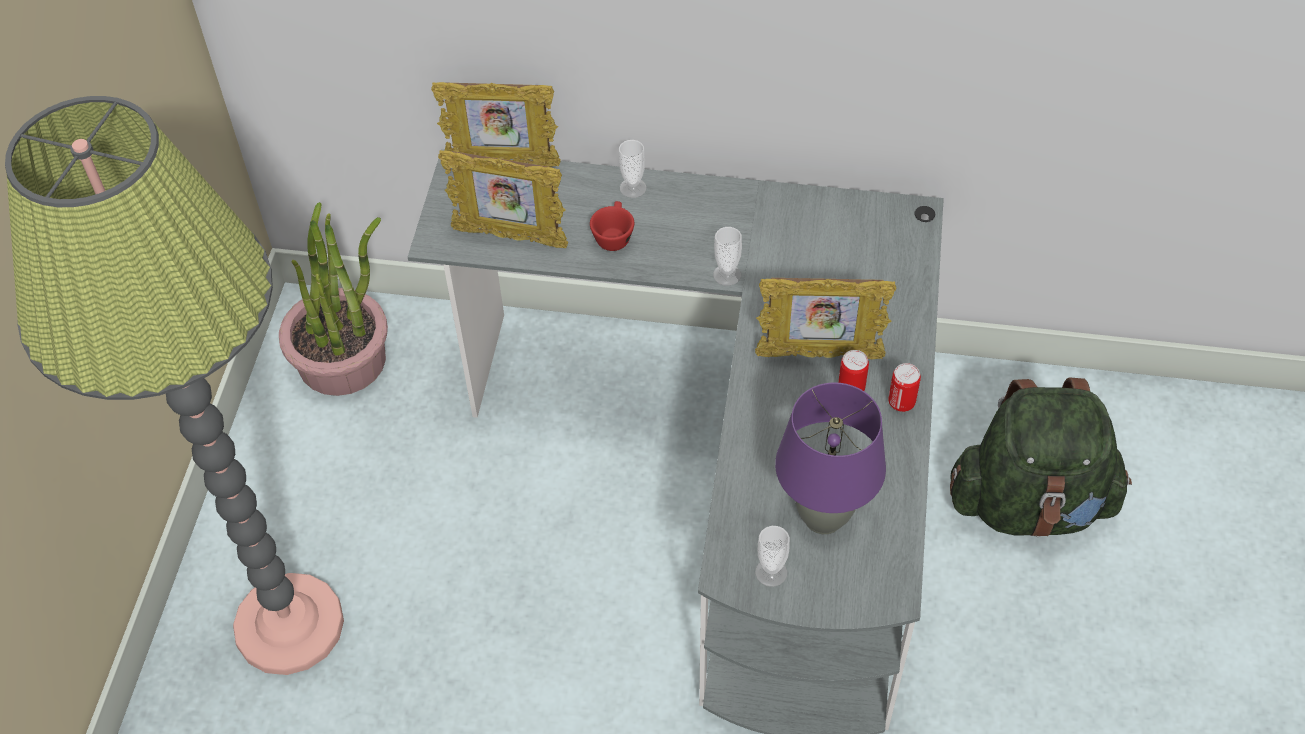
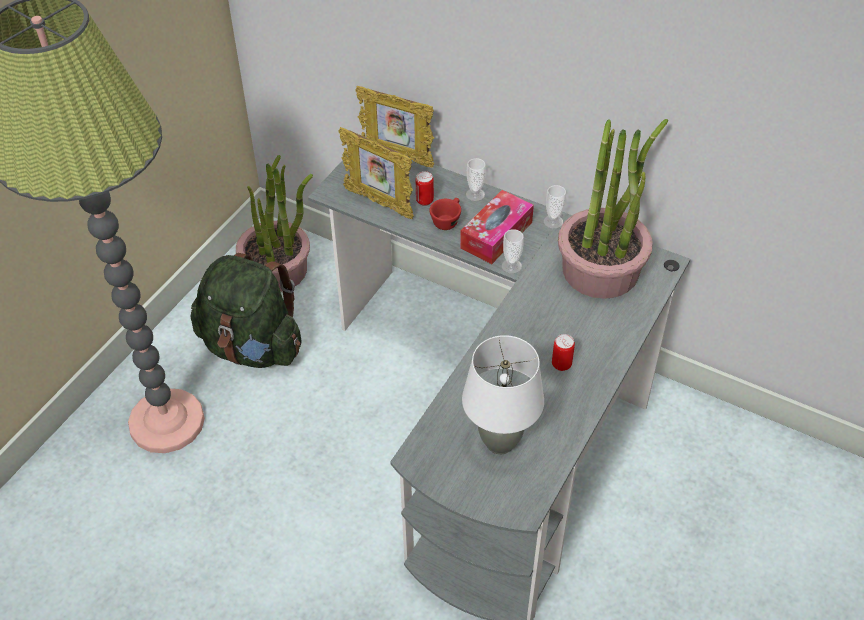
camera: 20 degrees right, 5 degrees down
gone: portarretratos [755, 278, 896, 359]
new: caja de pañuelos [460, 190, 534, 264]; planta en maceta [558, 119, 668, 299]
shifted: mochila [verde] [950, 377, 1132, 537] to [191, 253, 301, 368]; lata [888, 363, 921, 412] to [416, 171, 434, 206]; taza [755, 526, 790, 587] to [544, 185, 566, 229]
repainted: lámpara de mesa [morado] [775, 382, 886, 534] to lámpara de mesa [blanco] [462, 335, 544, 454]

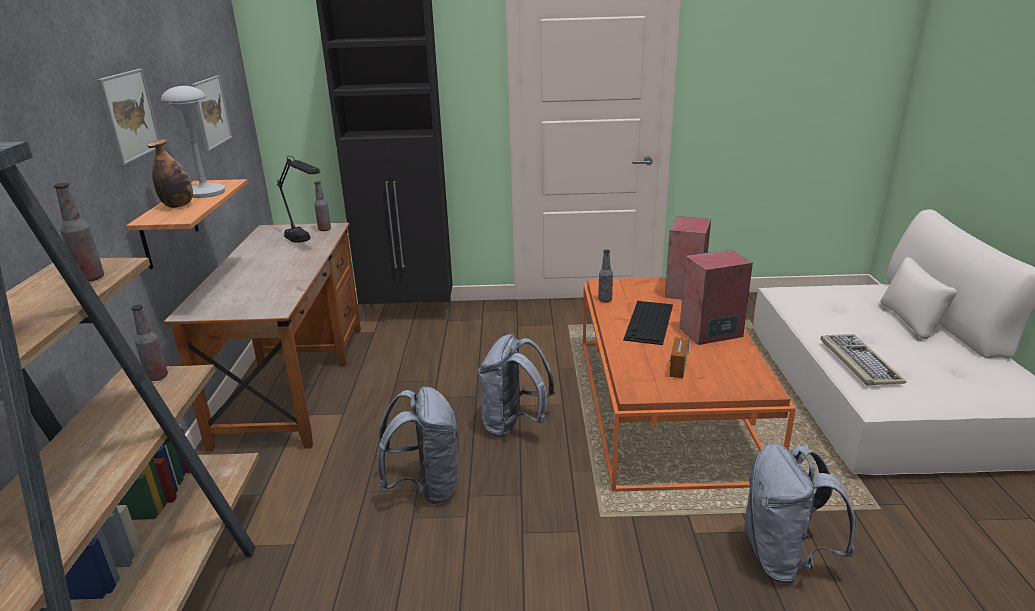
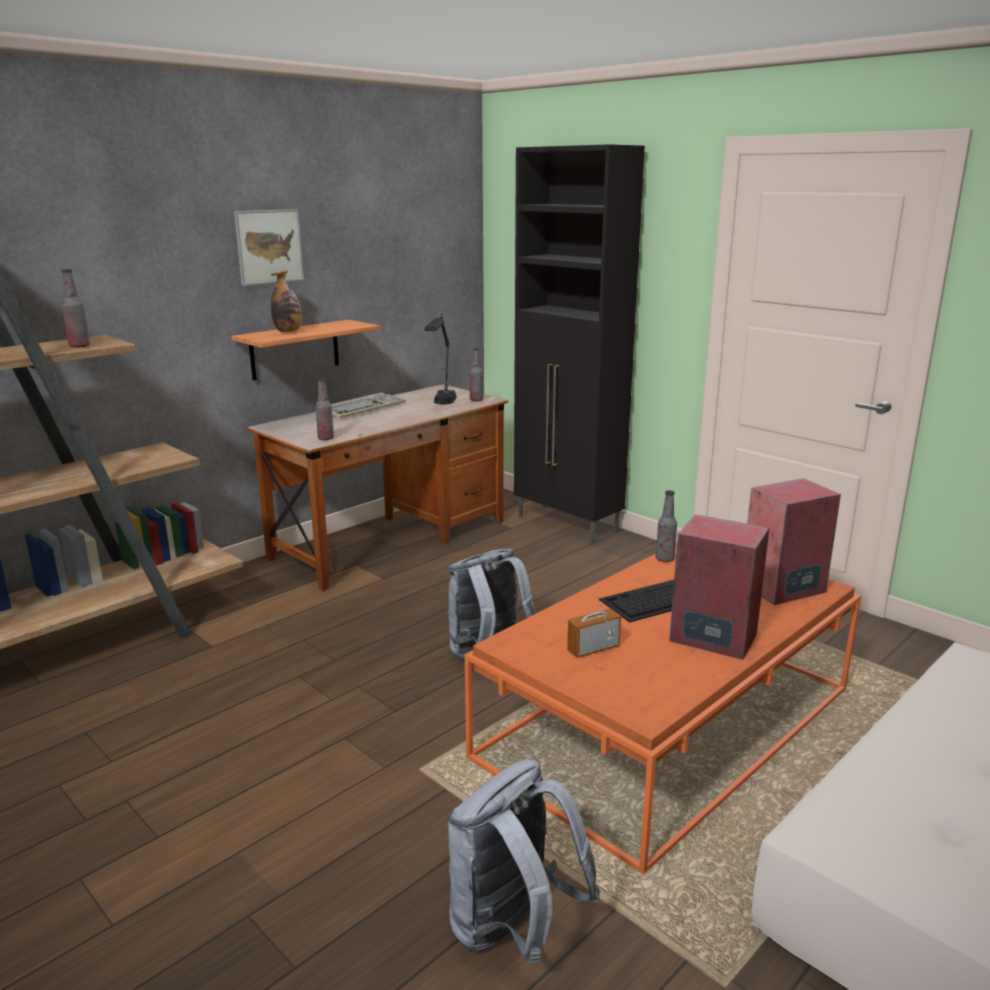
camera: 45 degrees right, 5 degrees down
gone: lámpara de mesa [gris] [161, 86, 225, 198]; cuadro [191, 75, 232, 152]; mochila [gris] [377, 387, 459, 504]
shifted: botella [131, 305, 168, 381] to [315, 378, 334, 440]; teclado [820, 334, 906, 386] to [331, 393, 406, 418]

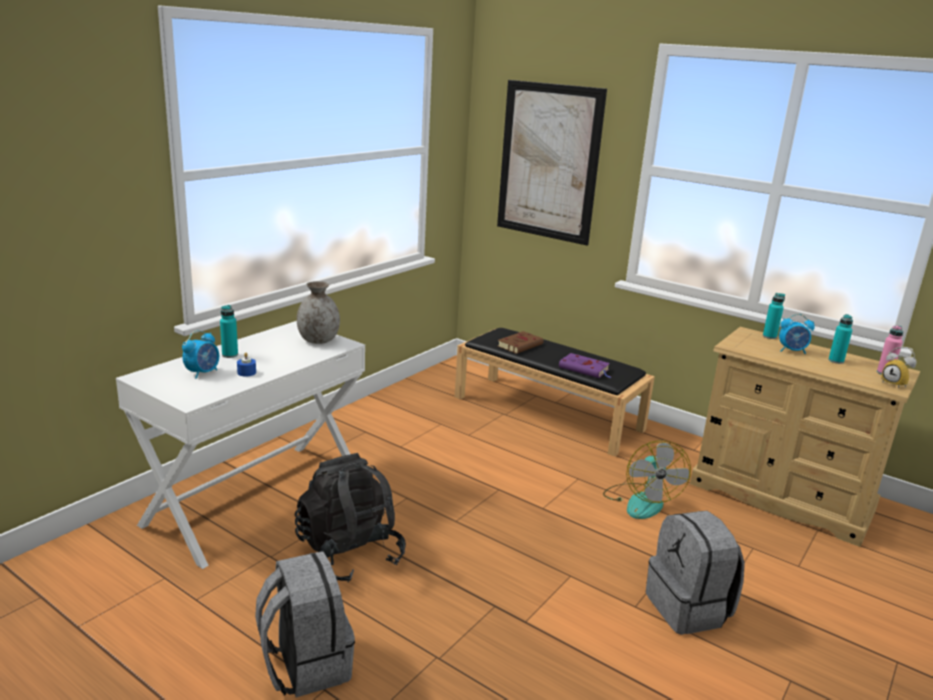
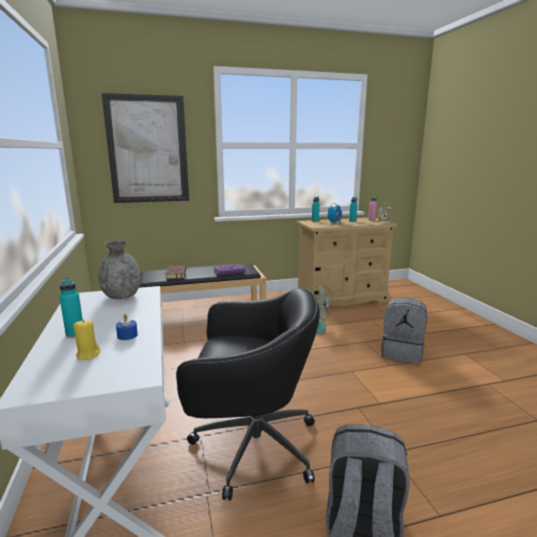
camera: 50 degrees left, 5 degrees down
swapped: despertador [182, 330, 219, 379] to vela [amarillo] [73, 320, 100, 360]; mochila [negro] [295, 453, 406, 582] to silla de oficina [negro] [176, 288, 320, 500]

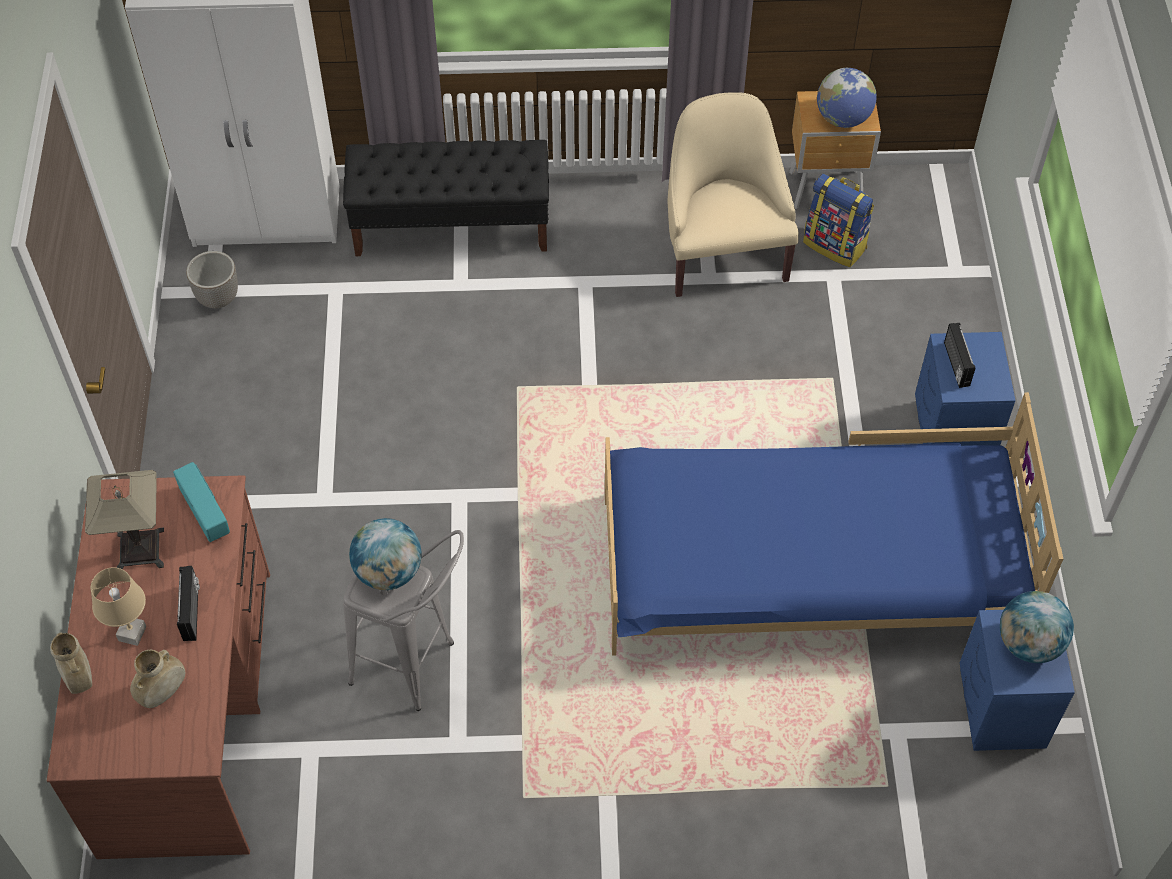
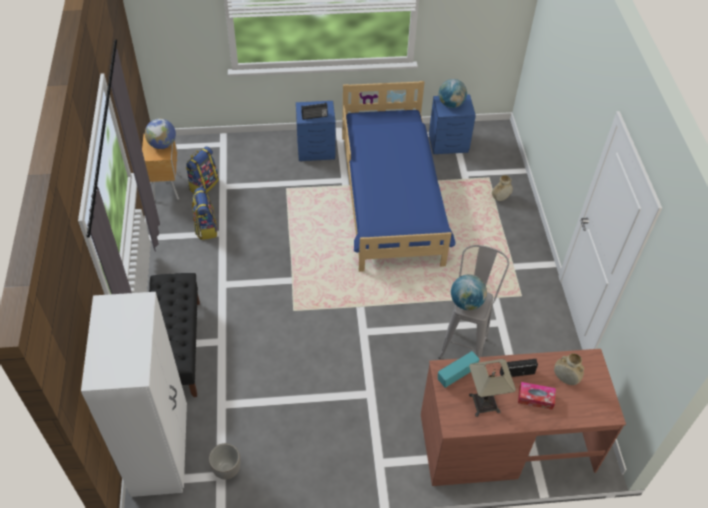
camera: 95 degrees left, 5 degrees down
shifted: florero [beis] [50, 632, 92, 694] to [492, 175, 513, 201]
swapped: sillón [beis] [667, 92, 799, 297] to mochila [192, 187, 217, 240]; lámpara de mesa [beis] [91, 567, 146, 646] to caja de pañuelos [518, 382, 556, 410]

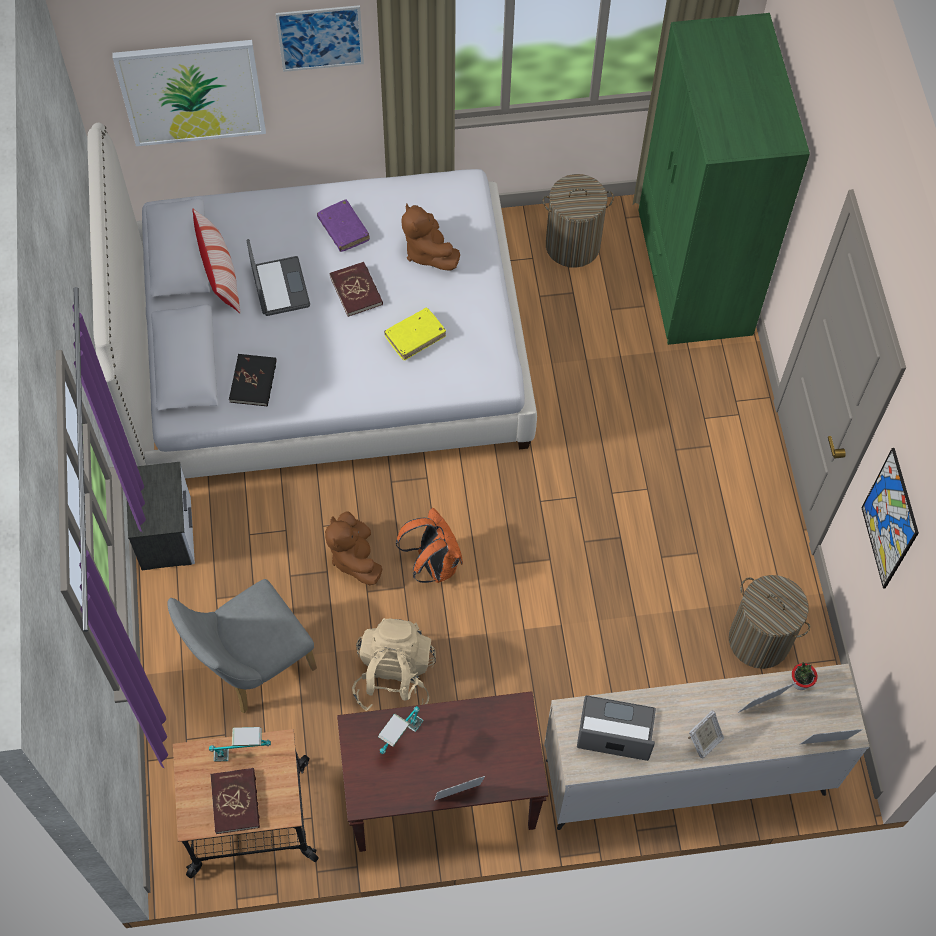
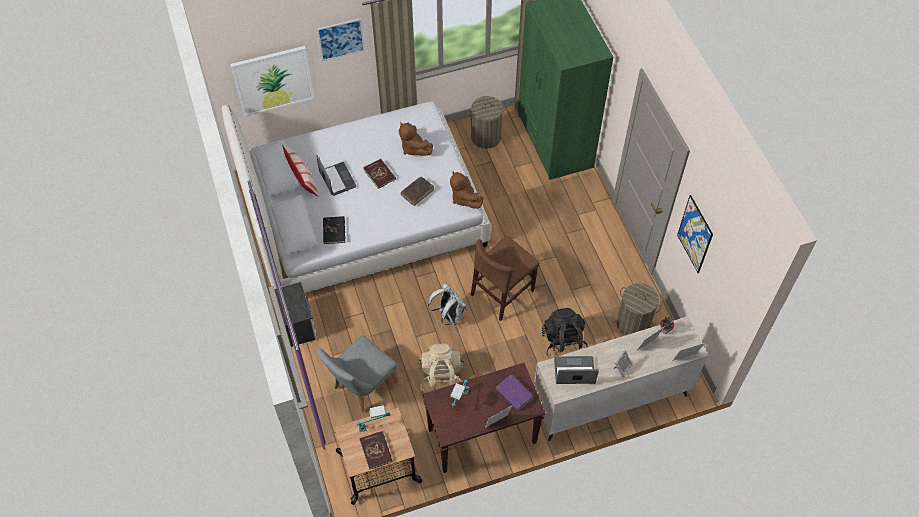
camera: 10 degrees left, 5 degrees down
new: silla [marrón] [471, 236, 540, 321]; mochila [negro] [542, 308, 588, 359]
shifted: peluche [marrón] [325, 512, 383, 585] to [450, 171, 483, 209]; libro [morado] [317, 199, 370, 252] to [496, 374, 533, 411]
repainted: libro [amarillo] [384, 308, 446, 360] to libro [marrón] [401, 176, 434, 206]; mochila [naranja] [396, 508, 463, 583] to mochila [blanco] [428, 283, 467, 325]

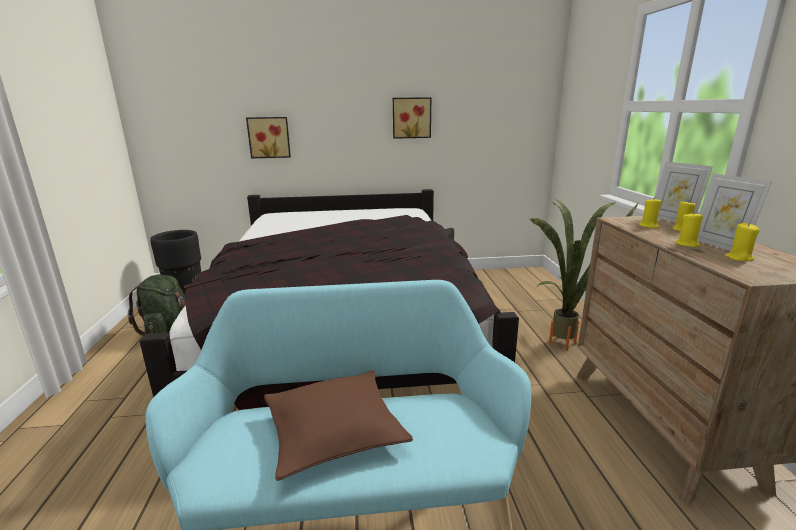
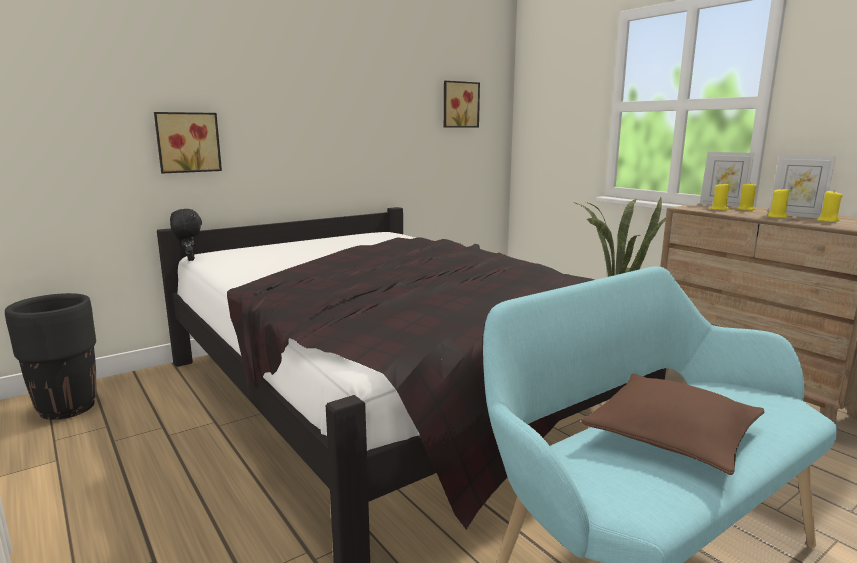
camera: 30 degrees left, 5 degrees down
gone: mochila [verde] [128, 275, 186, 336]
new: peluche [negro] [170, 209, 202, 261]
shifted: cuadro [393, 97, 431, 139] to [444, 81, 480, 127]

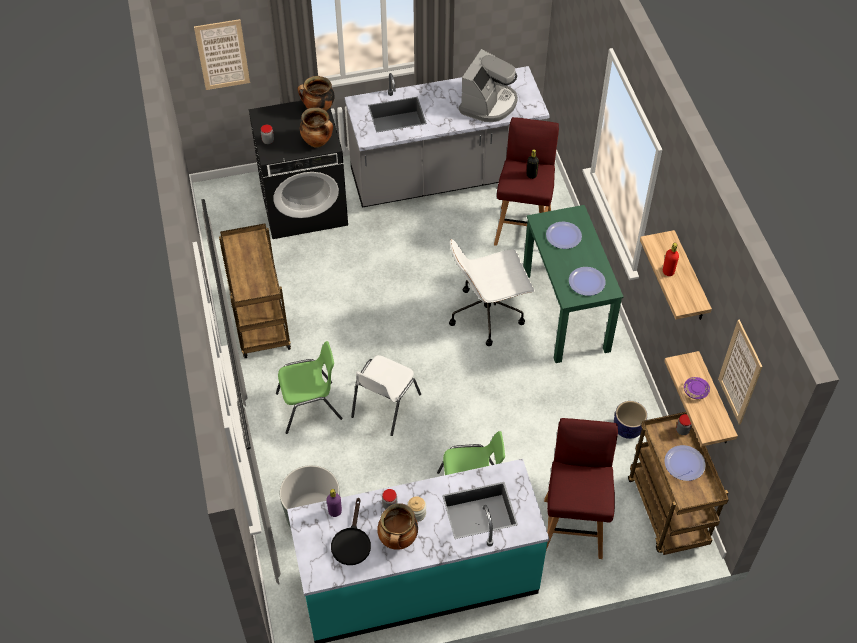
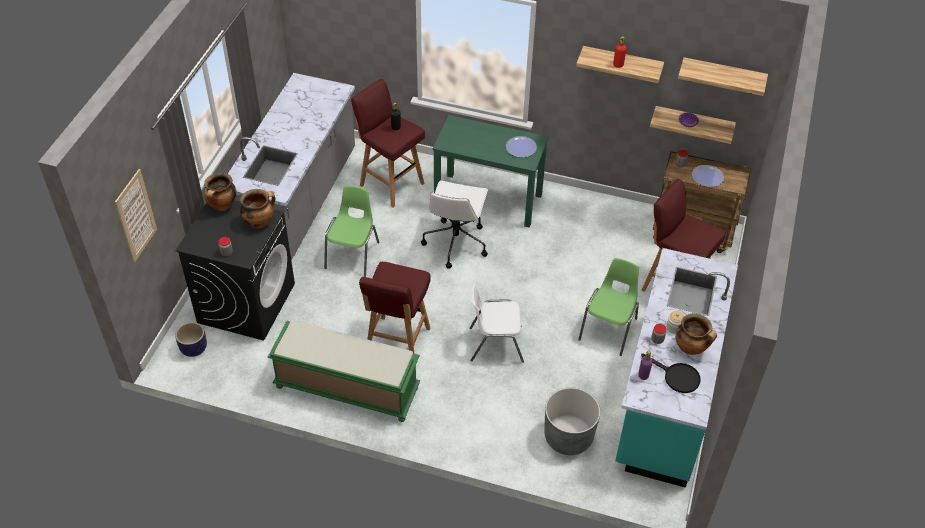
camera: 60 degrees left, 5 degrees down
gone: cafetera [459, 49, 518, 122]; plato [546, 222, 582, 249]
new: taburete [rojo] [359, 262, 431, 354]
shifted: maceta [614, 401, 647, 439] to [175, 322, 207, 357]; silla [verde] [276, 341, 342, 434] to [324, 185, 380, 277]
swapped: carrito [marrón] [219, 224, 291, 358] to banco [verde] [268, 320, 420, 422]; cuadro [718, 320, 762, 425] to estante [678, 57, 768, 96]
rotated: silla [blanco] [351, 355, 421, 436] = [470, 285, 524, 363] 120 degrees clockwise

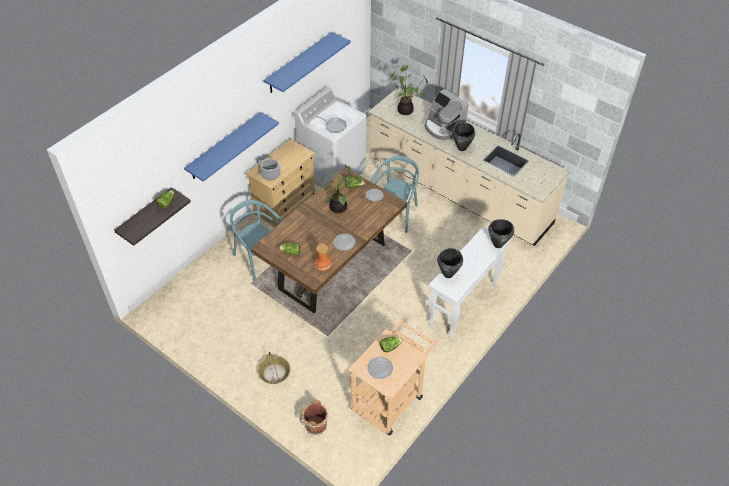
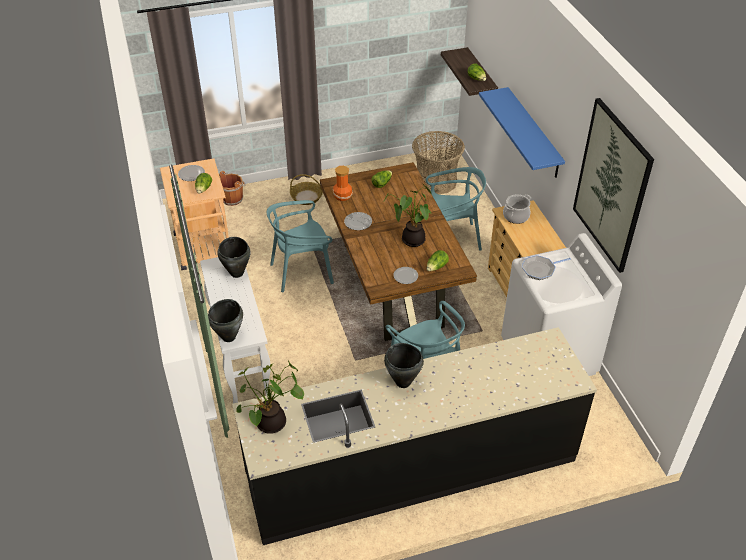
camera: 125 degrees right, 5 degrees down
gone: cafetera [425, 89, 469, 141]
new: silla [turquesa] [267, 200, 334, 293]; cesta [412, 131, 465, 194]
shifted: planta en maceta [389, 65, 428, 115] to [236, 360, 304, 434]
swapped: estante [azul] [264, 32, 351, 93] to cuadro [573, 98, 654, 273]
repainted: mueble bajo de cocina [beis] [368, 87, 570, 246] to mueble bajo de cocina [negro] [232, 327, 597, 545]

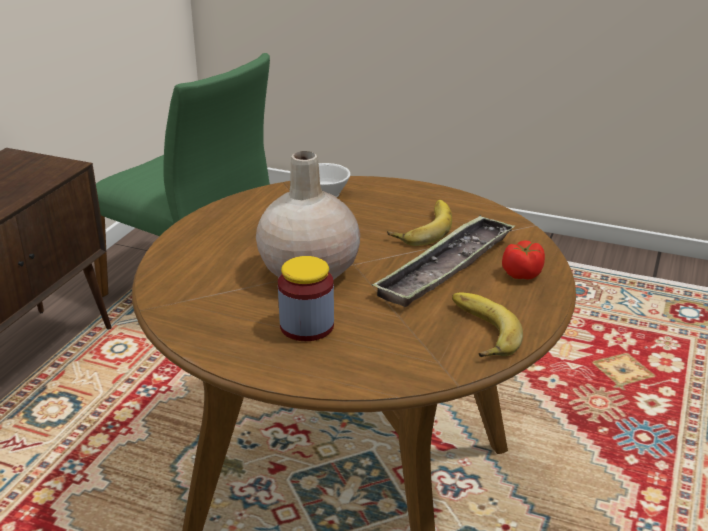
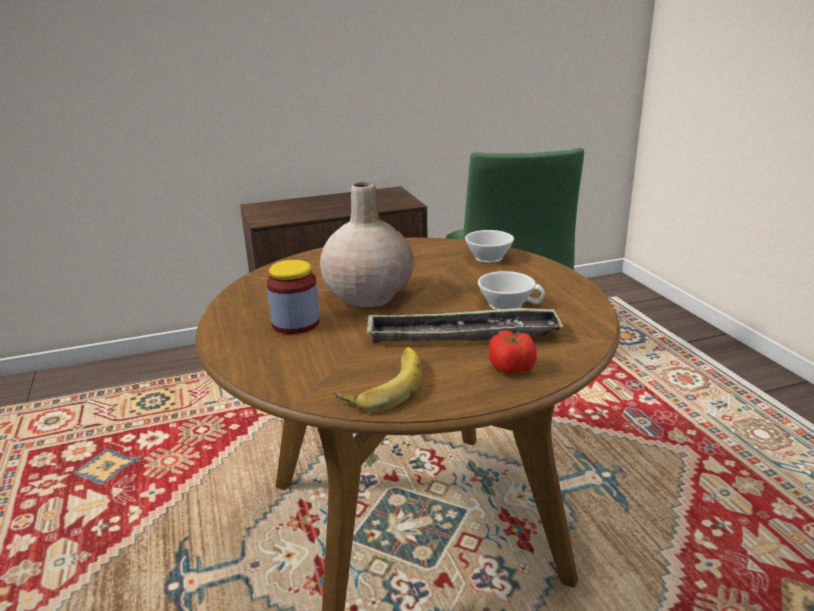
camera: 50 degrees right, 5 degrees down
swapped: plátano [387, 200, 452, 246] to taza [blanco] [478, 271, 545, 310]

